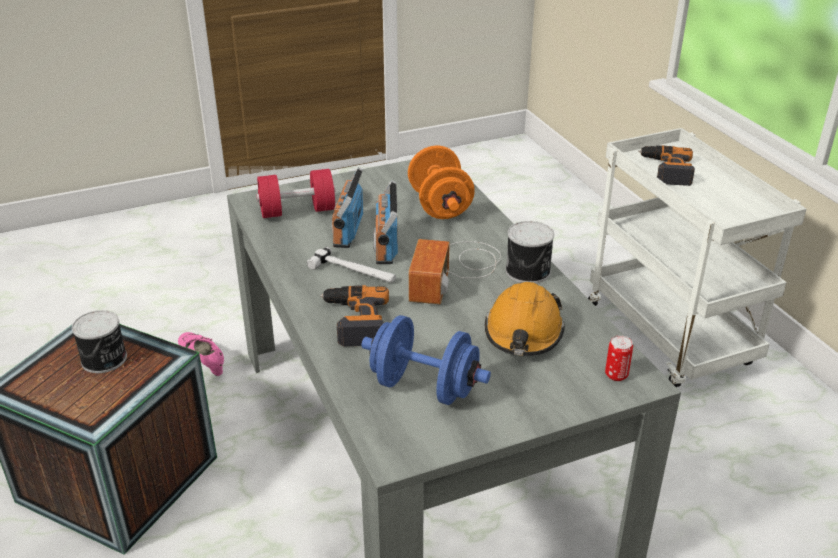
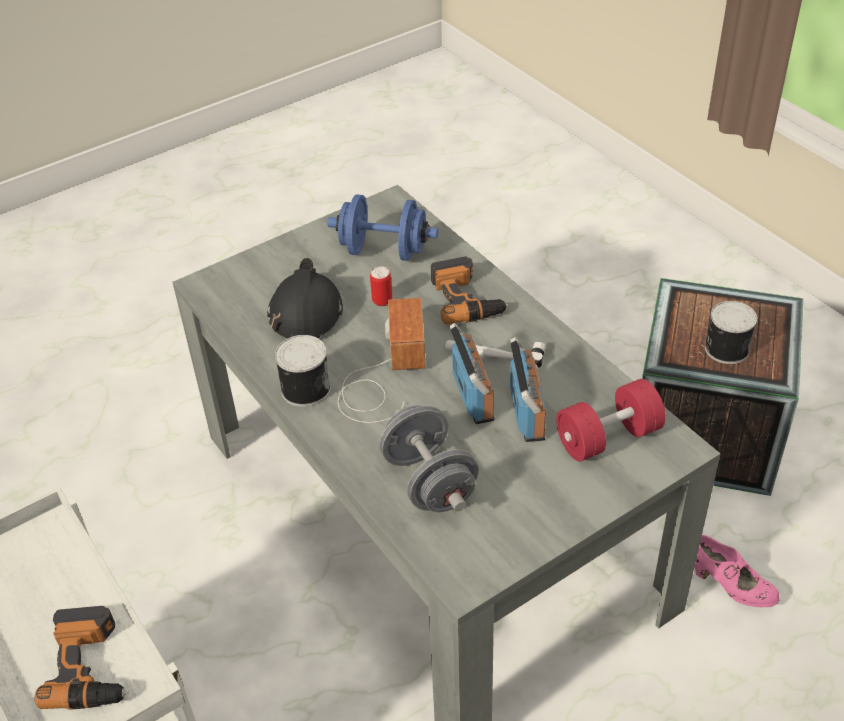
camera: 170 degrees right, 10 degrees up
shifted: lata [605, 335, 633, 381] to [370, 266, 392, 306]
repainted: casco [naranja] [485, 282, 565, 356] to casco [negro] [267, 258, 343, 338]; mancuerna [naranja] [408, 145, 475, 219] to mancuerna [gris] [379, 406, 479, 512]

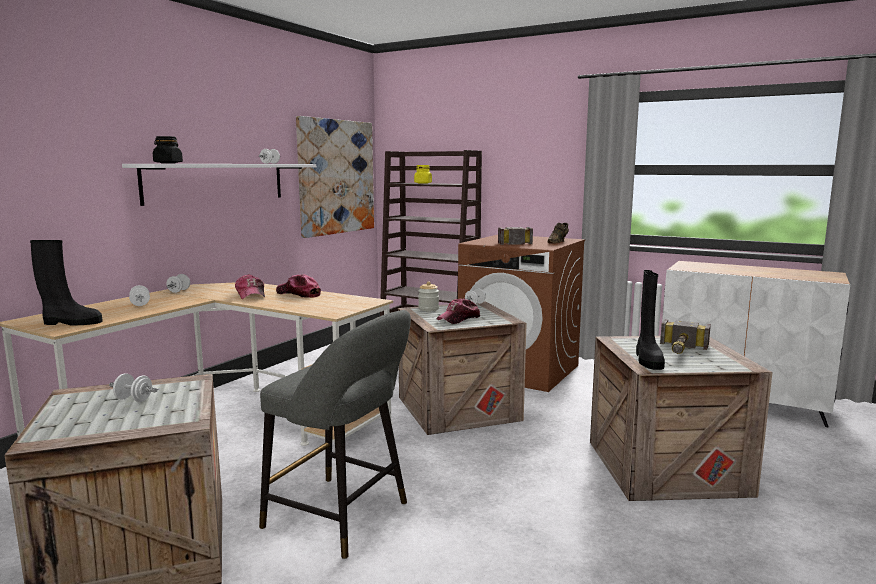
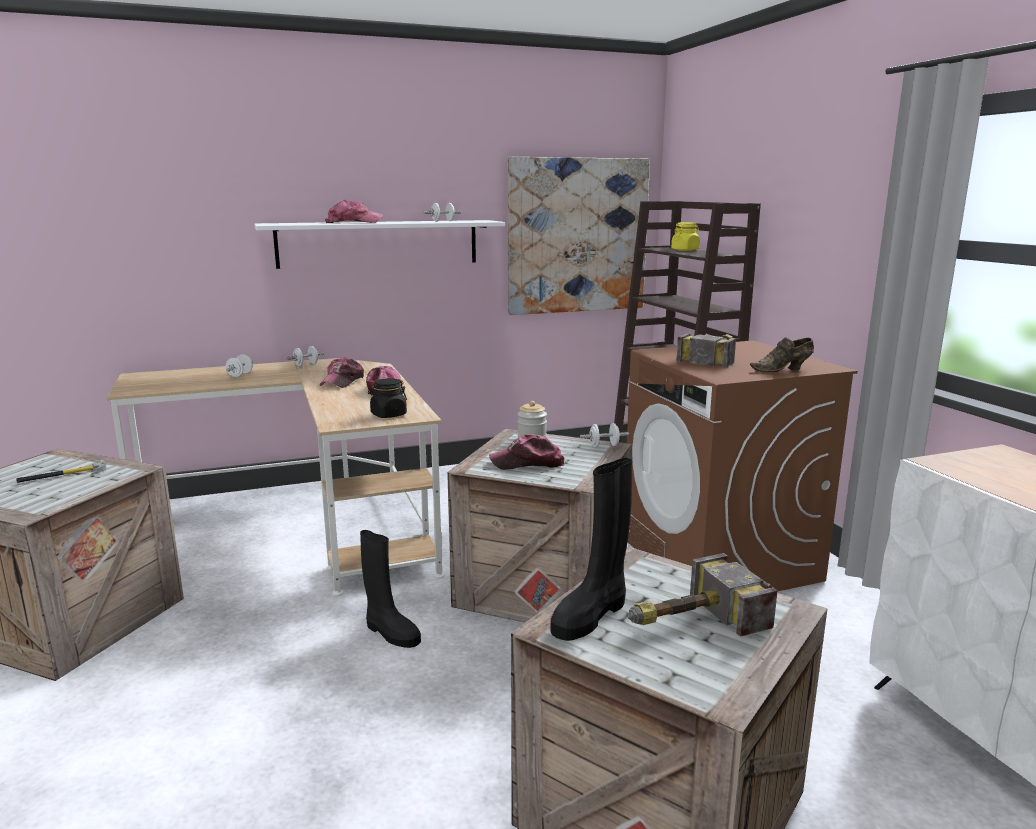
camera: 40 degrees right, 5 degrees up
gone: taburete [gris] [259, 310, 411, 559]
new: gorra [325, 200, 383, 223]
shifted: bota [negro] [30, 240, 103, 325] to [360, 530, 421, 648]; tarro [negro] [153, 136, 183, 163] to [368, 378, 407, 418]
swapped: mancuerna [blanco] [109, 373, 158, 402] to martillo [16, 459, 106, 483]

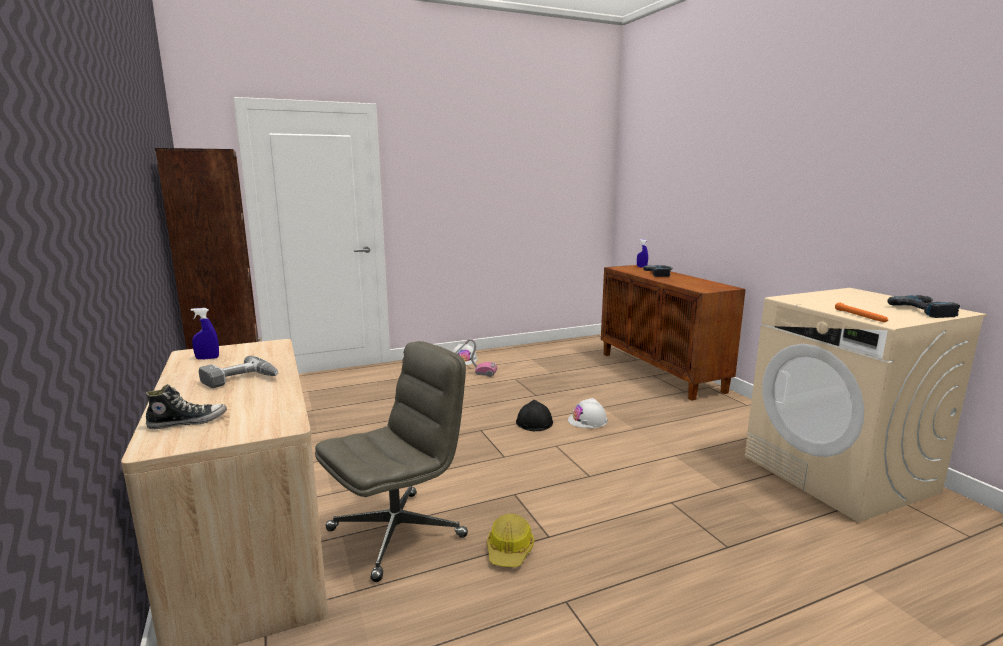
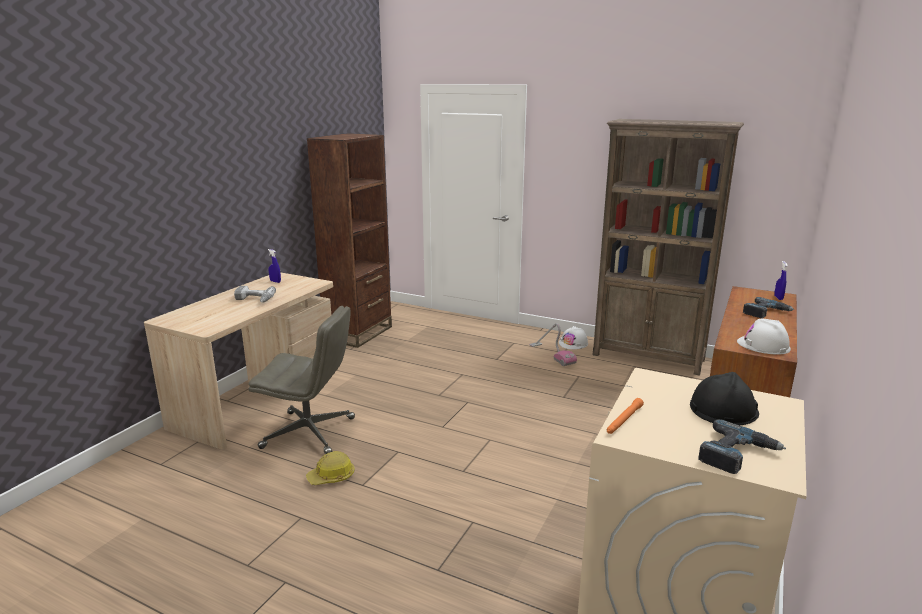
camera: 50 degrees right, 5 degrees up
gone: zapato [146, 384, 227, 429]
new: estantería [marrón] [593, 119, 744, 376]
shifted: casco [negro] [516, 400, 553, 431] to [690, 372, 759, 425]; casco [blanco] [568, 398, 608, 428] to [737, 319, 791, 354]

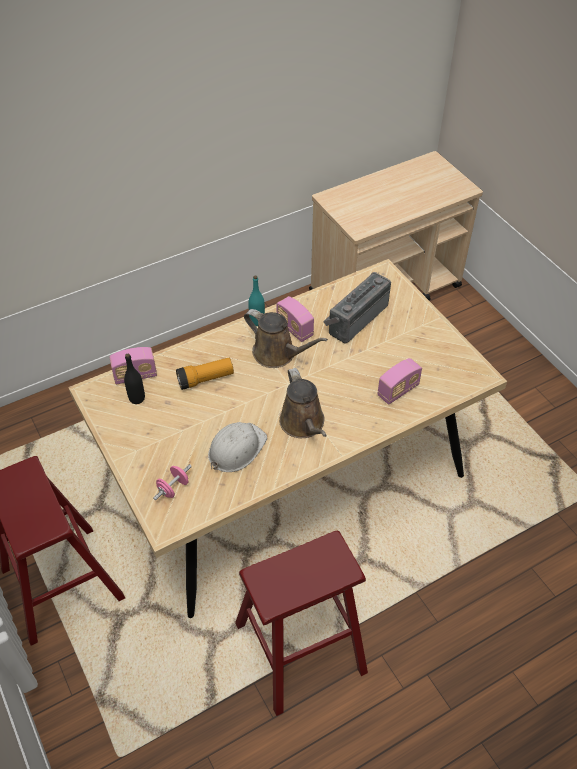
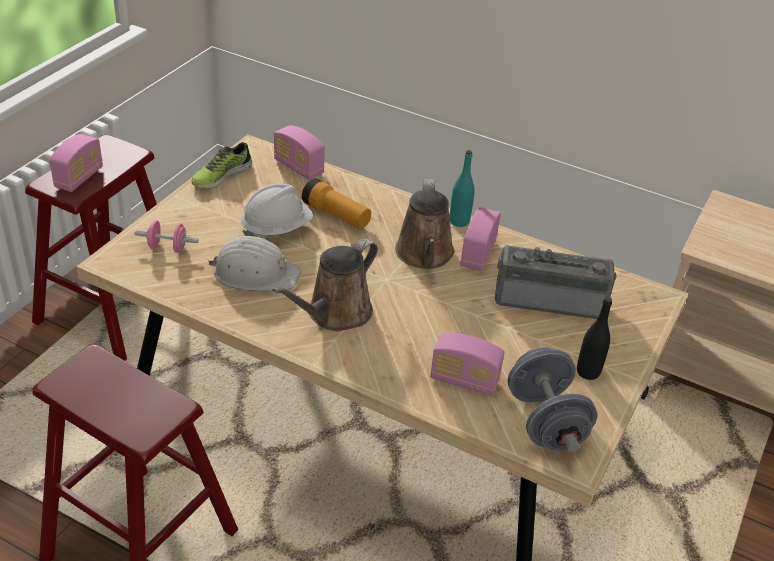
camera: 55 degrees right, 10 degrees down
new: radio [49, 134, 103, 192]; zapato [191, 142, 252, 189]; casco [blanco] [241, 184, 313, 238]; mancuerna [gris] [508, 348, 597, 452]
shifted: botella [negro] [124, 353, 145, 404] to [577, 297, 612, 380]

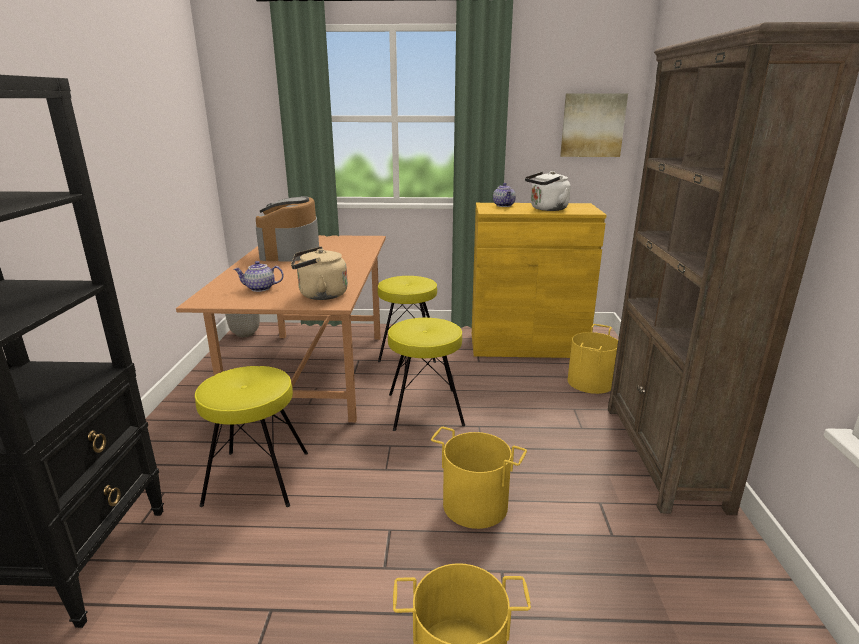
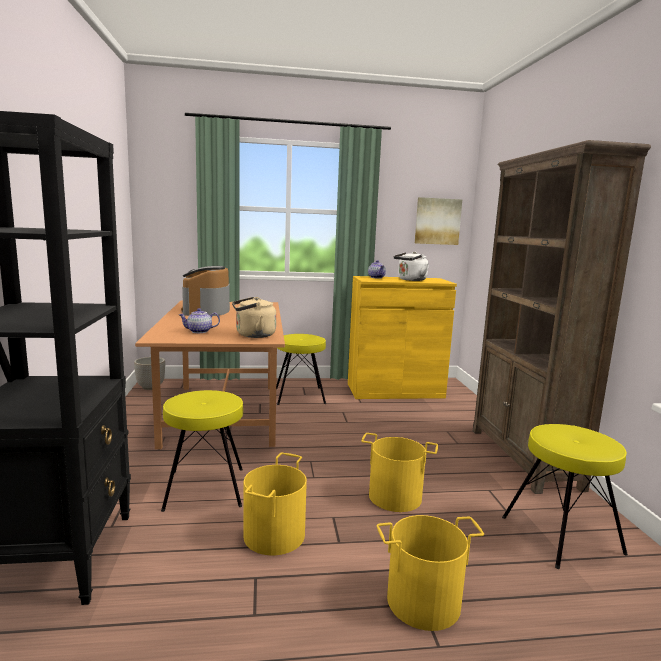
camera: 10 degrees left, 10 degrees down
shifted: cubo [amarillo] [568, 324, 618, 394] to [244, 453, 307, 555]; taburete [amarillo] [388, 318, 465, 431] to [502, 424, 628, 569]

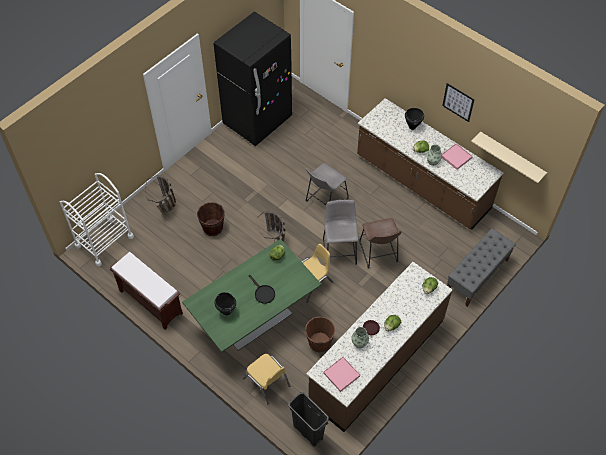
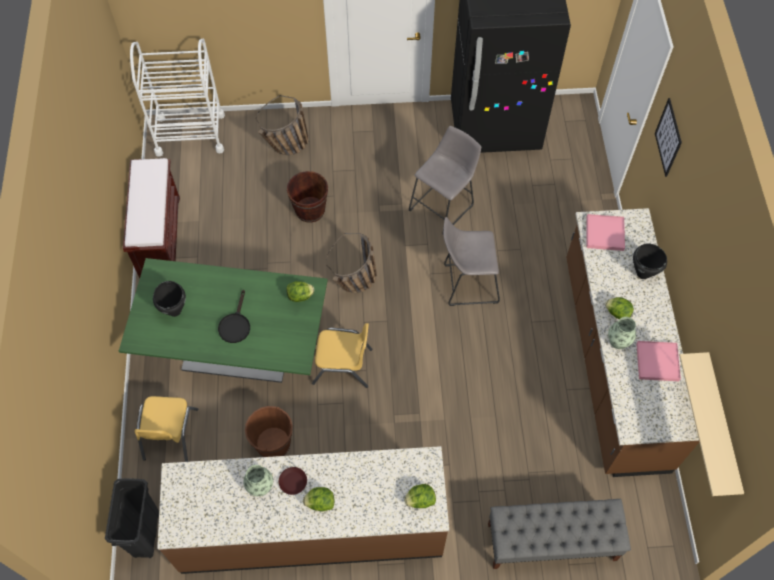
camera: 45 degrees right, 5 degrees up
gone: taburete [marrón] [359, 218, 401, 268]
shifted: taburete [gris] [323, 200, 359, 265] to [409, 126, 481, 229]; bandeja [rosa] [323, 357, 360, 392] to [586, 214, 625, 251]; cuadro [442, 83, 475, 122] to [655, 98, 682, 177]

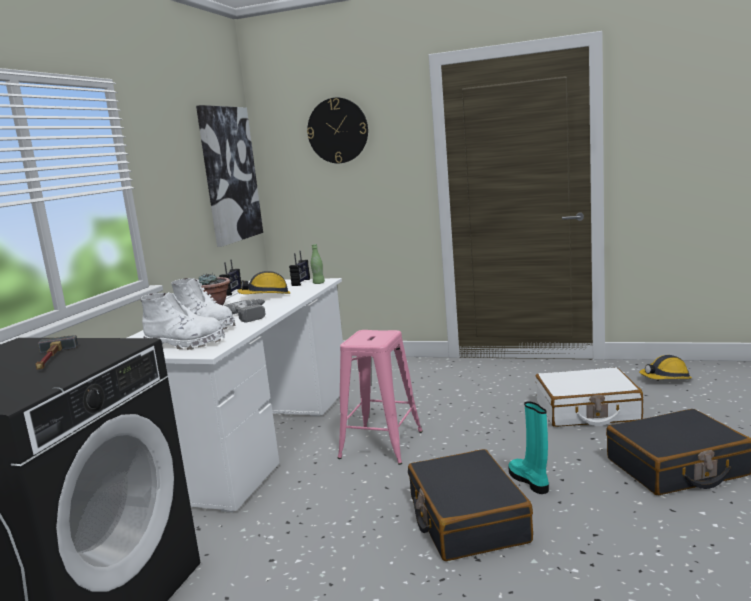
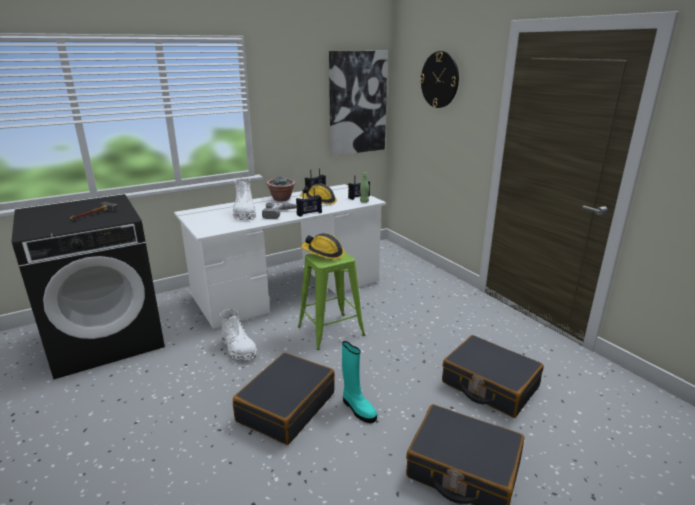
camera: 40 degrees right, 10 degrees up
new: radio [296, 188, 322, 217]
shifted: bota [blanco] [140, 292, 225, 350] to [220, 309, 257, 361]; casco [639, 355, 692, 379] to [302, 233, 345, 260]
repainted: taburete [rosa] [338, 330, 423, 465] to taburete [verde] [298, 252, 365, 350]; maleta [blanco] [535, 367, 643, 427] to maleta [negro] [442, 335, 544, 418]
rotated: bota [turquesa] [508, 401, 549, 494] = [342, 341, 377, 423] 120 degrees clockwise

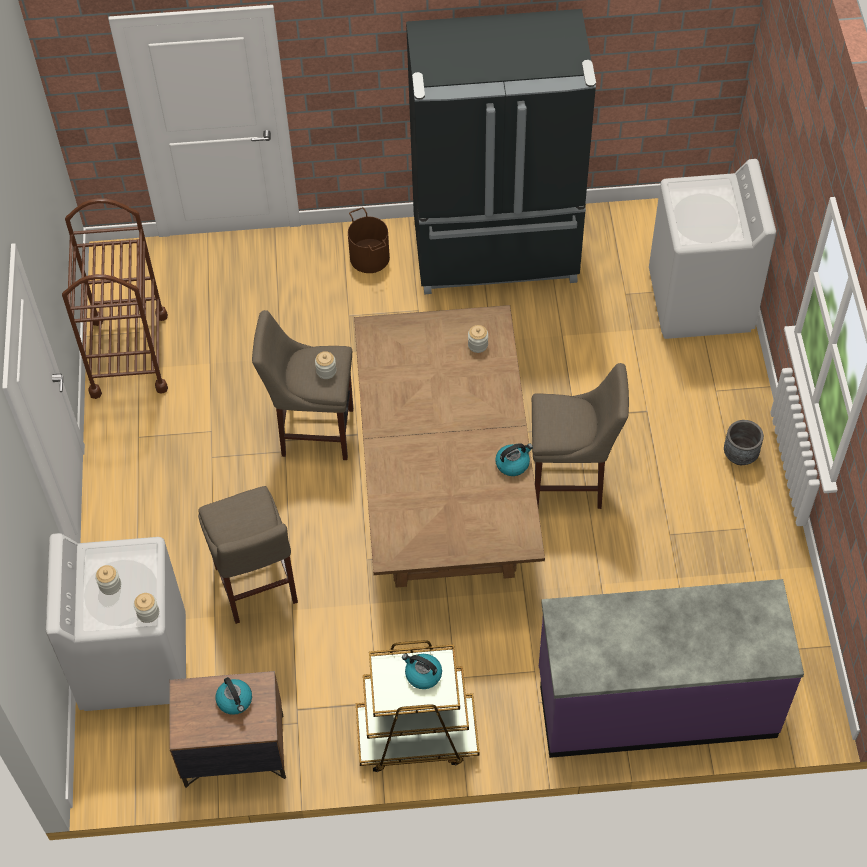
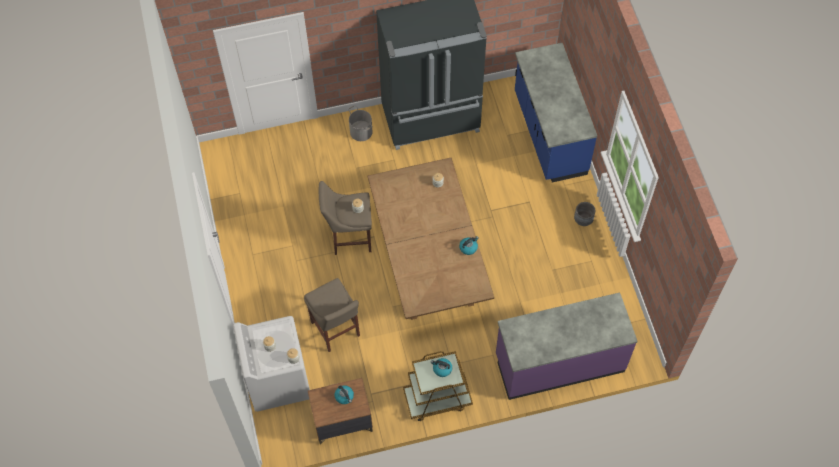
camera: 10 degrees left, 5 degrees up
gone: carrito [marrón] [62, 198, 168, 399]; taburete [beis] [532, 363, 629, 509]
swapped: lavadora [blanco] [649, 159, 776, 339] to mueble bajo de cocina [azul] [515, 43, 597, 183]
repainted: cubo [marrón] [348, 207, 390, 273] to cubo [gris] [348, 105, 373, 141]

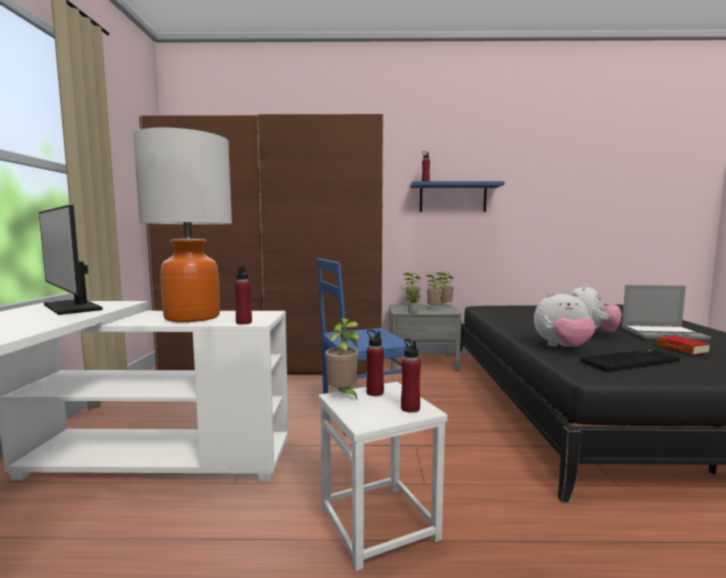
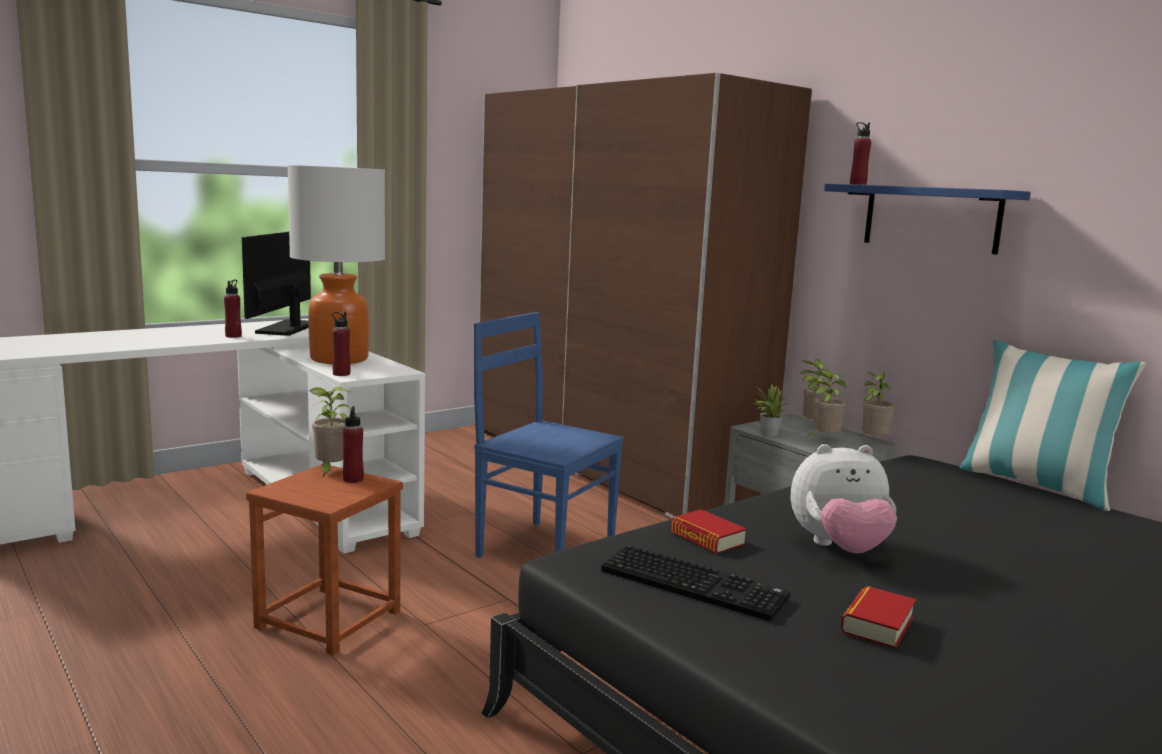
camera: 50 degrees right, 5 degrees up
gone: portátil [621, 285, 711, 341]
new: cojín [960, 340, 1146, 511]
shifted: botella [rojo] [401, 338, 421, 413] to [224, 280, 242, 338]
swapped: peluche [534, 292, 596, 347] to libro [670, 509, 747, 554]
repainted: taburete [blanco] [318, 382, 448, 571] to taburete [marrón] [246, 464, 403, 655]

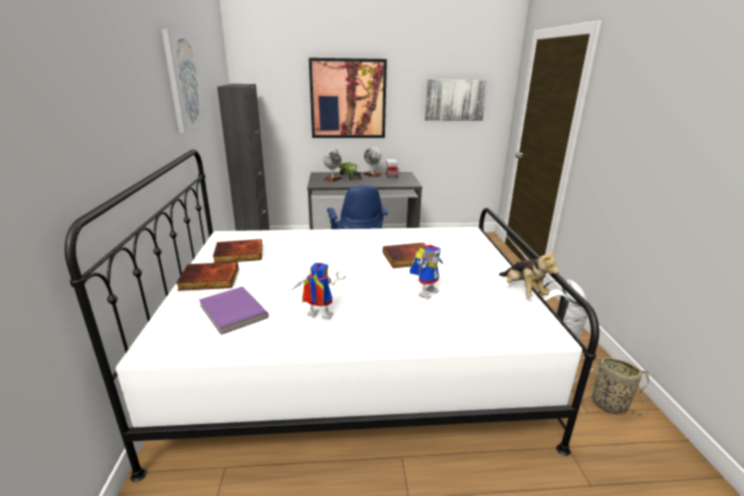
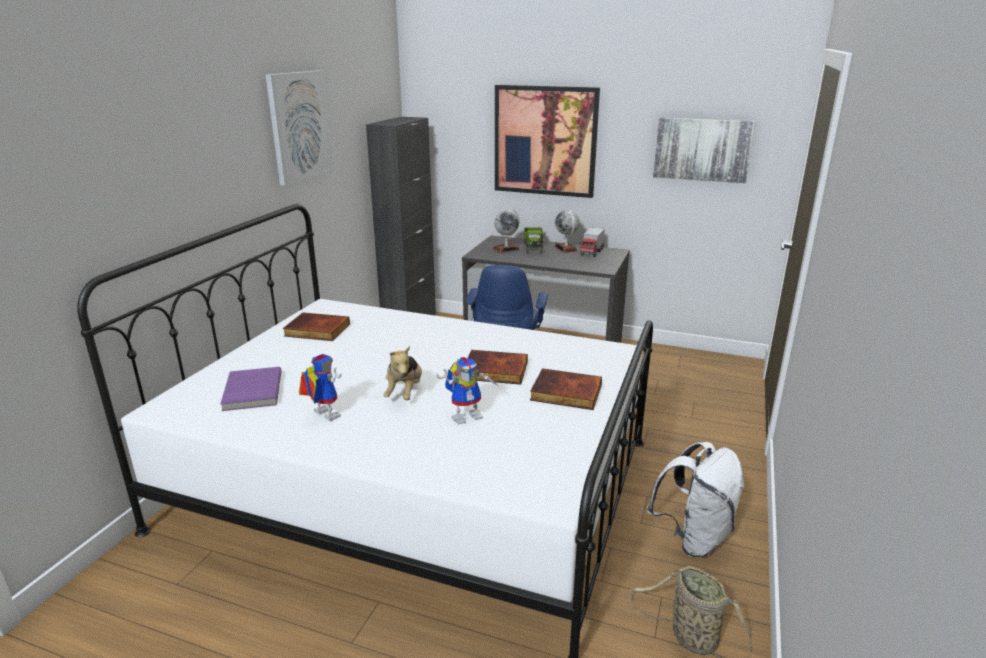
camera: 25 degrees right, 0 degrees up
shifted: peluche [499, 251, 559, 297] to [383, 346, 422, 400]; libro [176, 262, 239, 291] to [530, 368, 602, 410]

